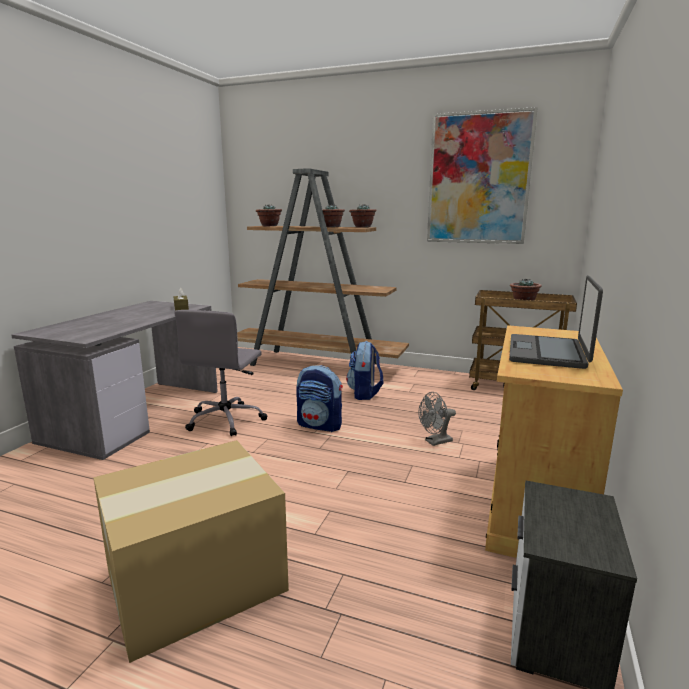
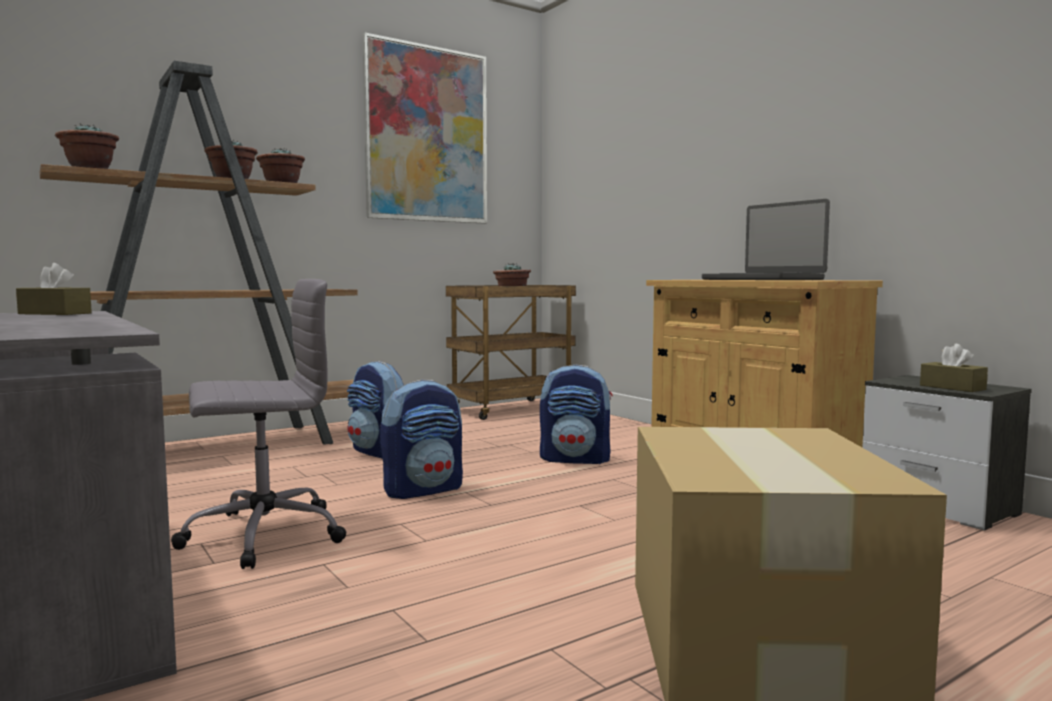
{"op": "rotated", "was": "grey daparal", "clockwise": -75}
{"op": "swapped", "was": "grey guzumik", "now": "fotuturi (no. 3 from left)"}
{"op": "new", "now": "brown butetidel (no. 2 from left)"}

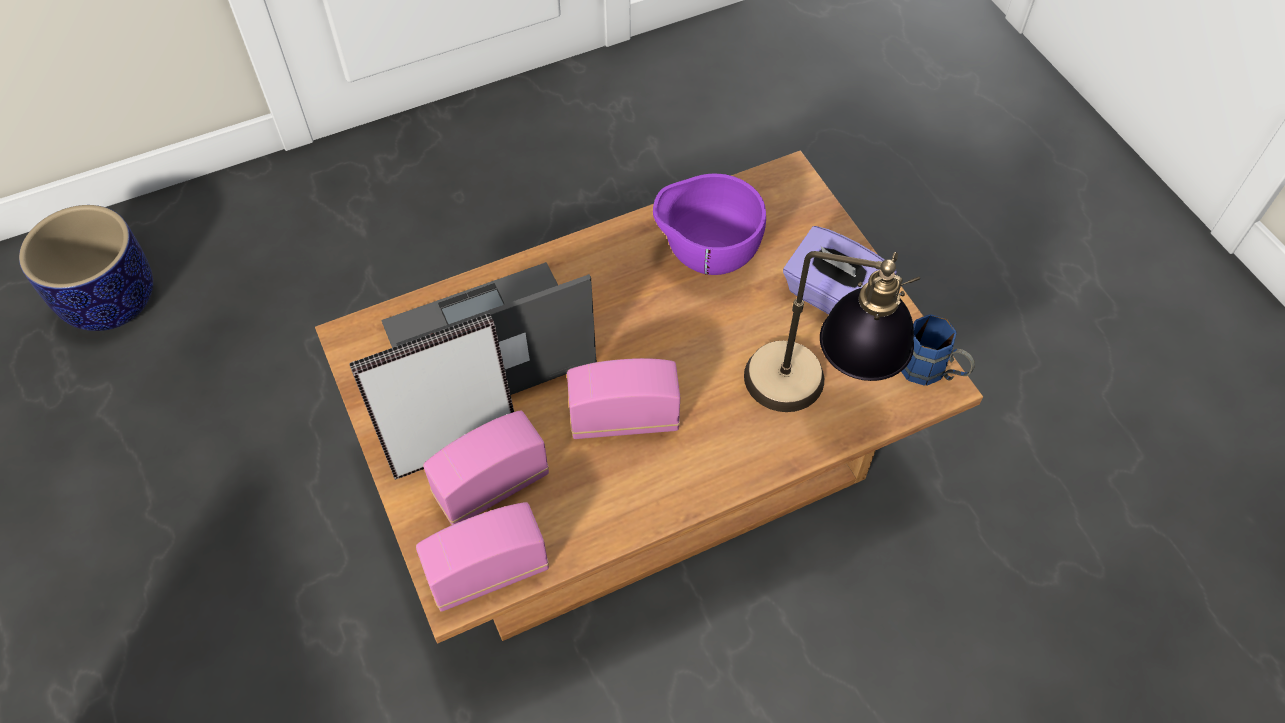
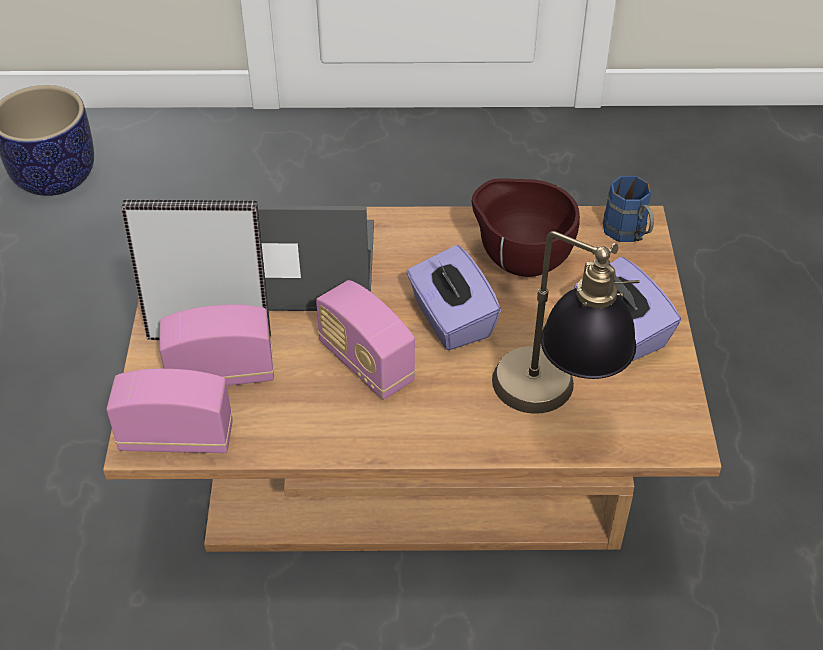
{"op": "repainted", "was": "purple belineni", "now": "brown belineni"}
{"op": "shifted", "was": "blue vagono"}
{"op": "rotated", "was": "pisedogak (no. 3 from left)", "clockwise": -150}
{"op": "new", "now": "purple butetidel (no. 1 from left)"}

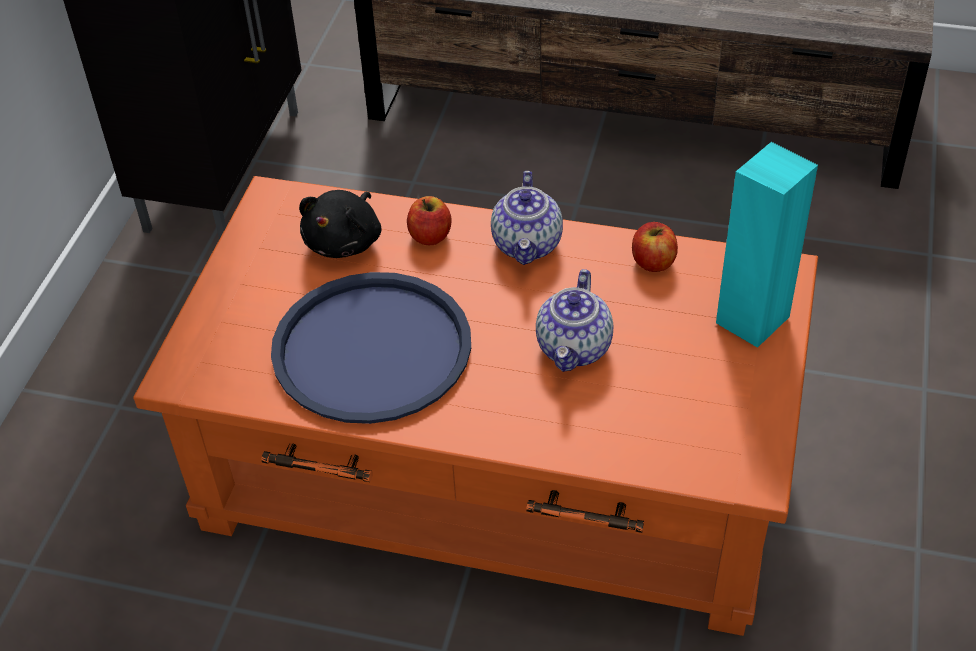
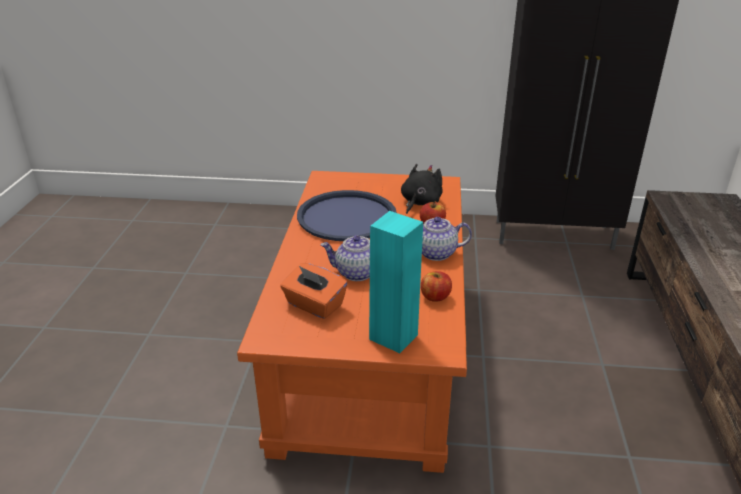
{"op": "rotated", "was": "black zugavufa", "clockwise": 105}
{"op": "new", "now": "orange butetidel"}

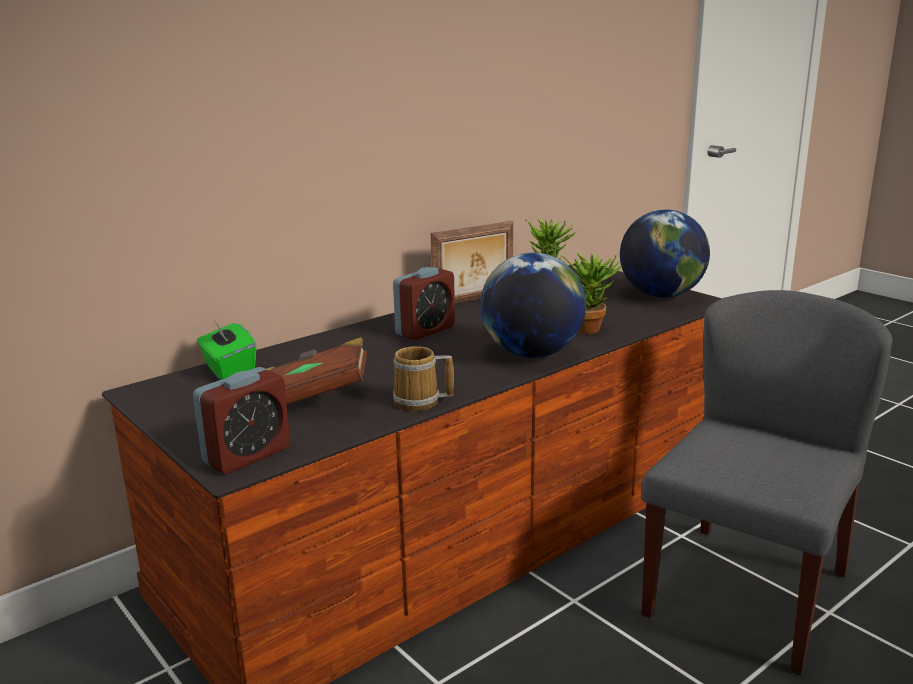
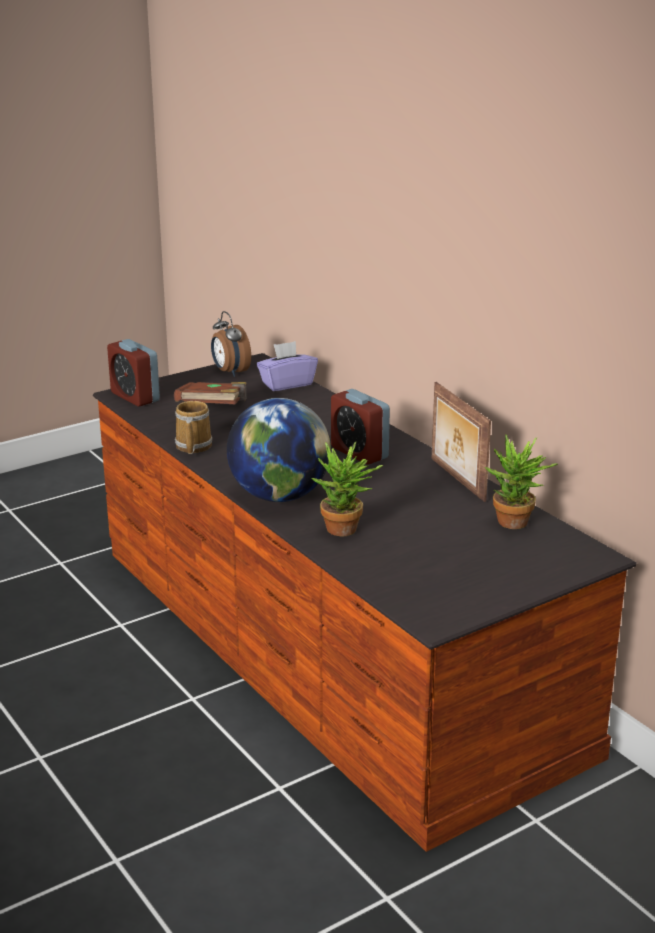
{"op": "gone", "was": "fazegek (no. 2 from left)"}
{"op": "gone", "was": "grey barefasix"}
{"op": "repainted", "was": "green butetidel", "now": "purple butetidel"}
{"op": "new", "now": "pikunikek (no. 2 from left)"}

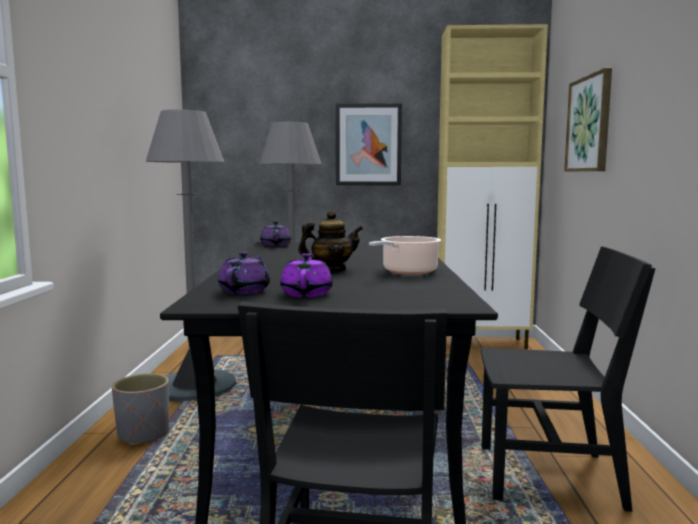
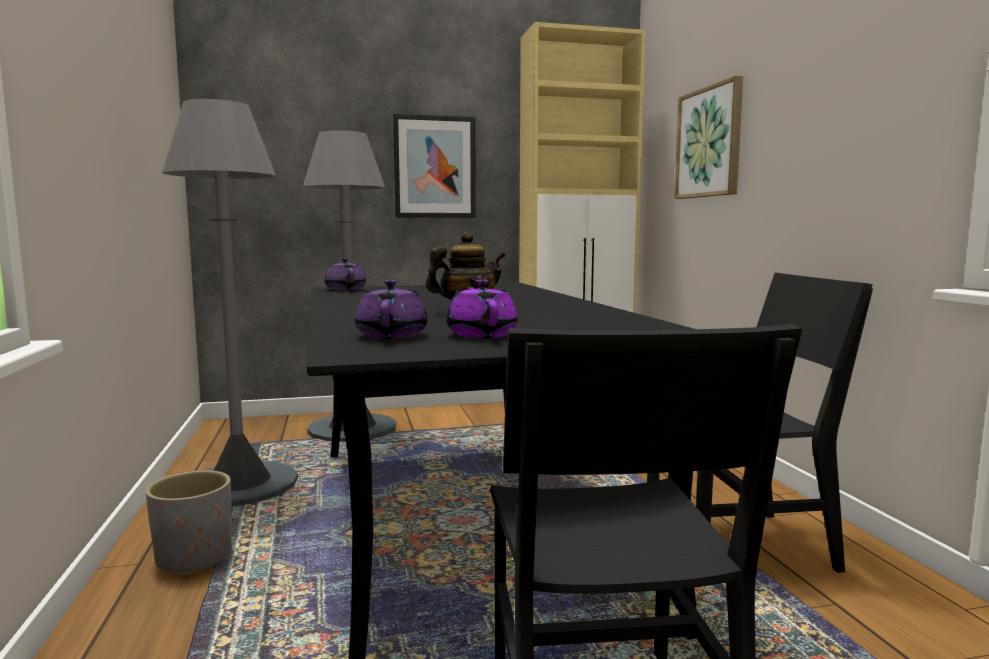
{"op": "gone", "was": "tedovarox"}

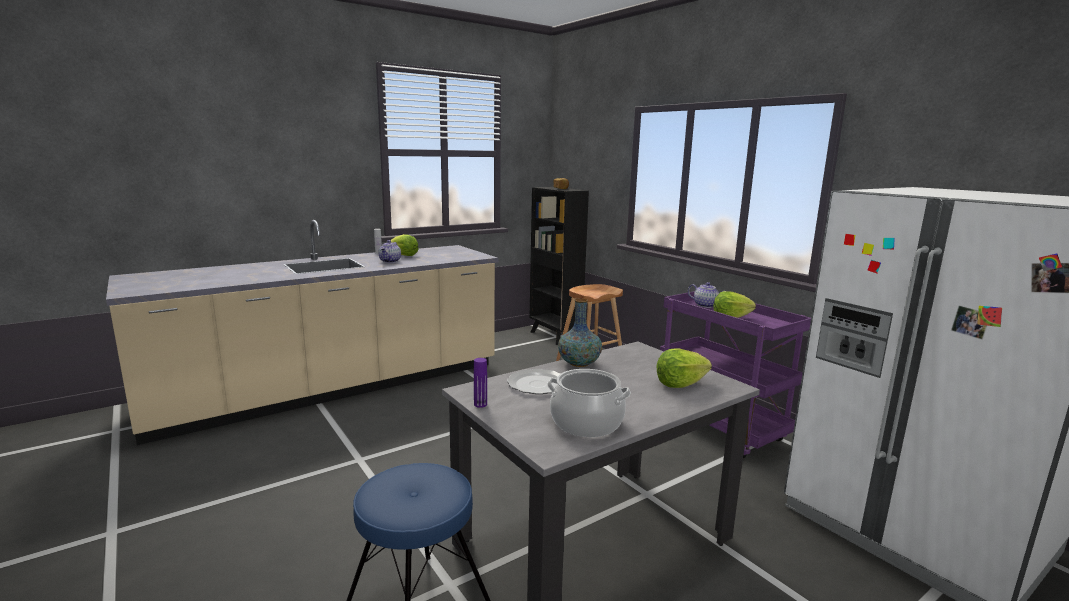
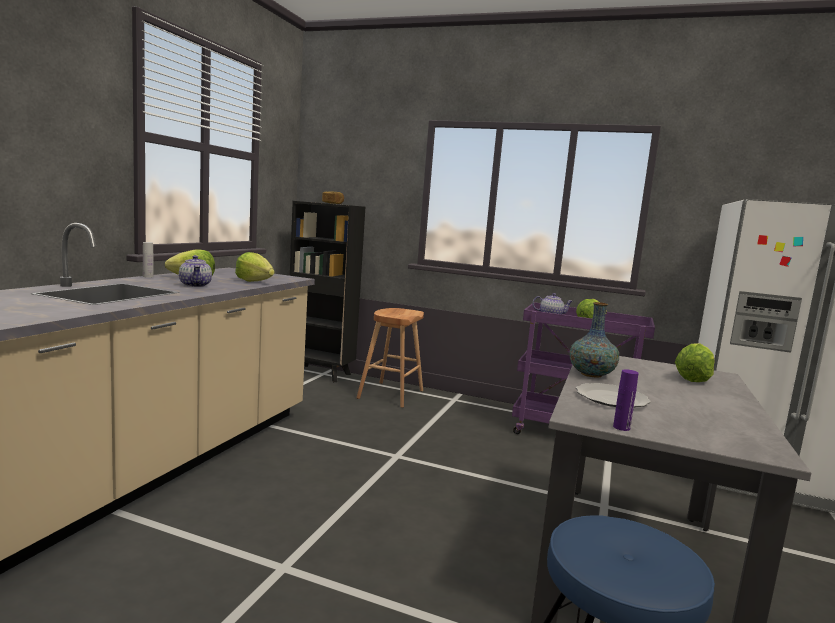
{"op": "gone", "was": "tedovarox"}
{"op": "new", "now": "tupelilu (no. 2 from left)"}

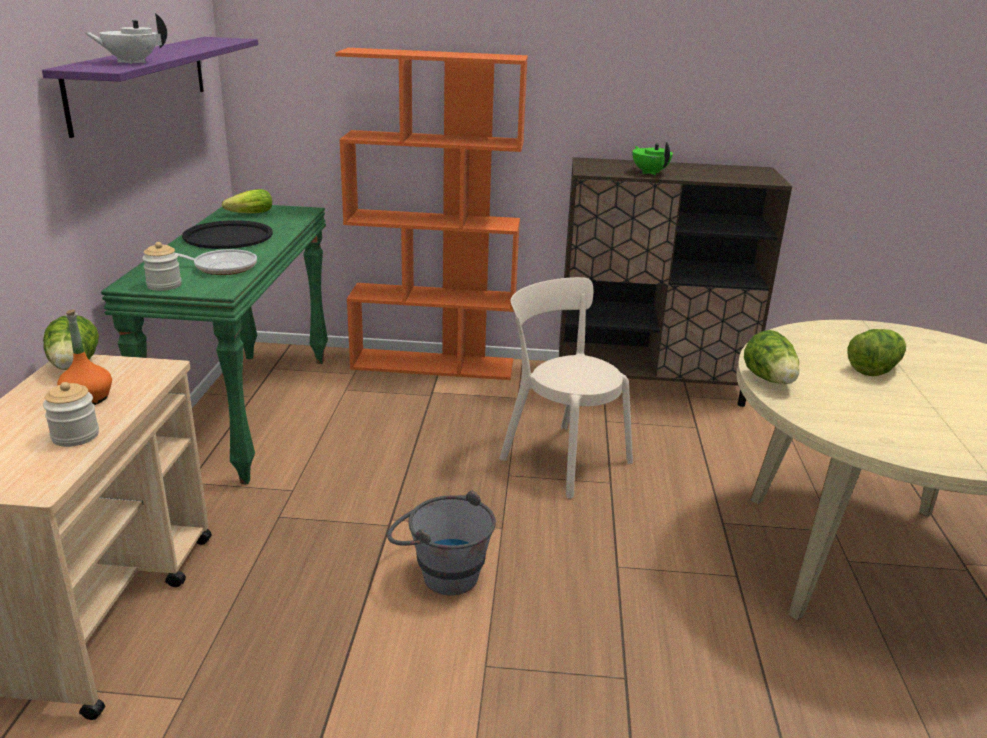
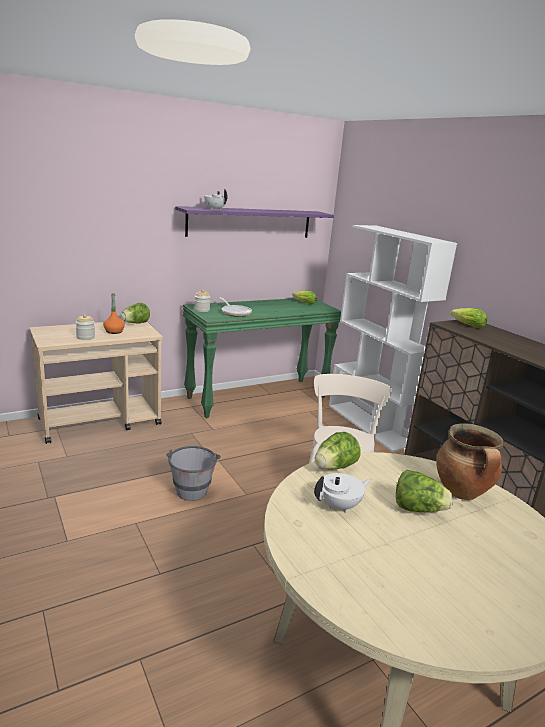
{"op": "repainted", "was": "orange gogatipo", "now": "white gogatipo"}
{"op": "gone", "was": "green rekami"}
{"op": "gone", "was": "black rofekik"}
{"op": "new", "now": "tupelilu (no. 5 from left)"}
{"op": "new", "now": "tedovarox"}
{"op": "new", "now": "white rekami (no. 2 from left)"}

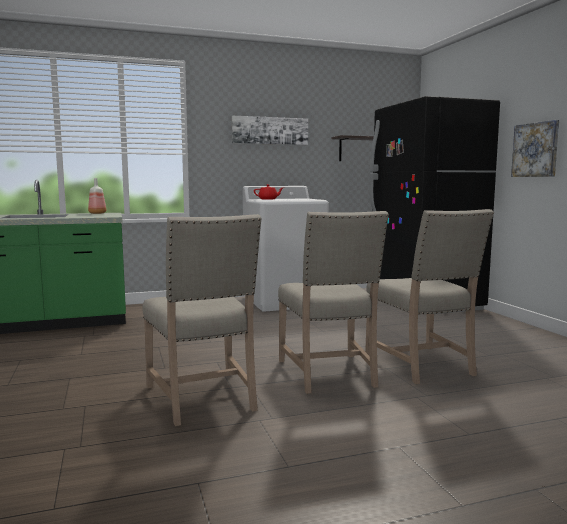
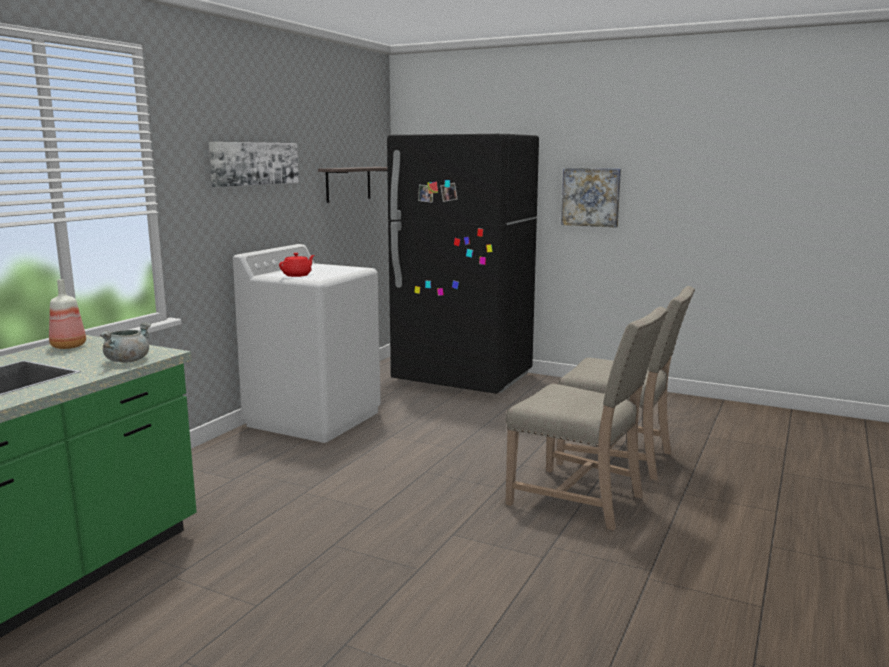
{"op": "gone", "was": "beige barefasix (no. 1 from left)"}
{"op": "new", "now": "grey tedovarox"}

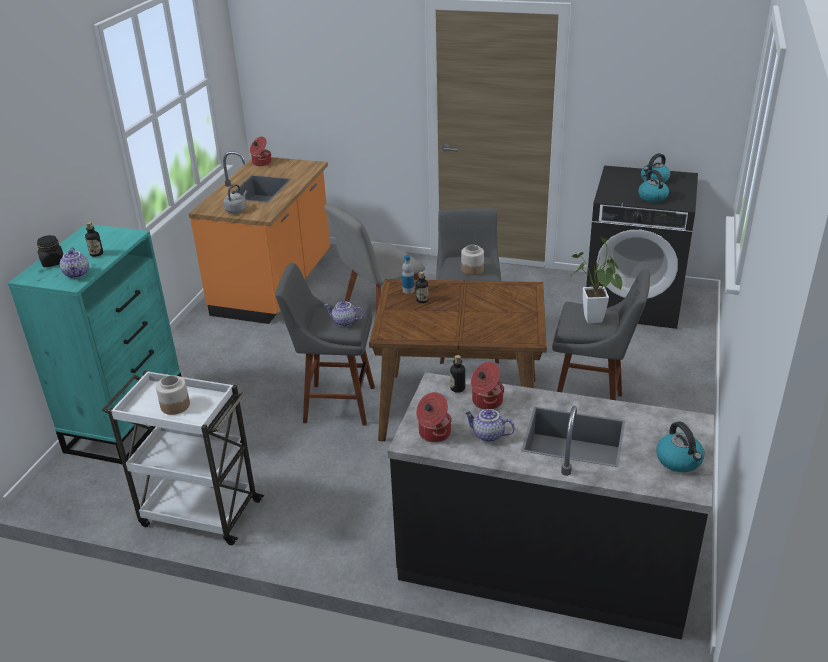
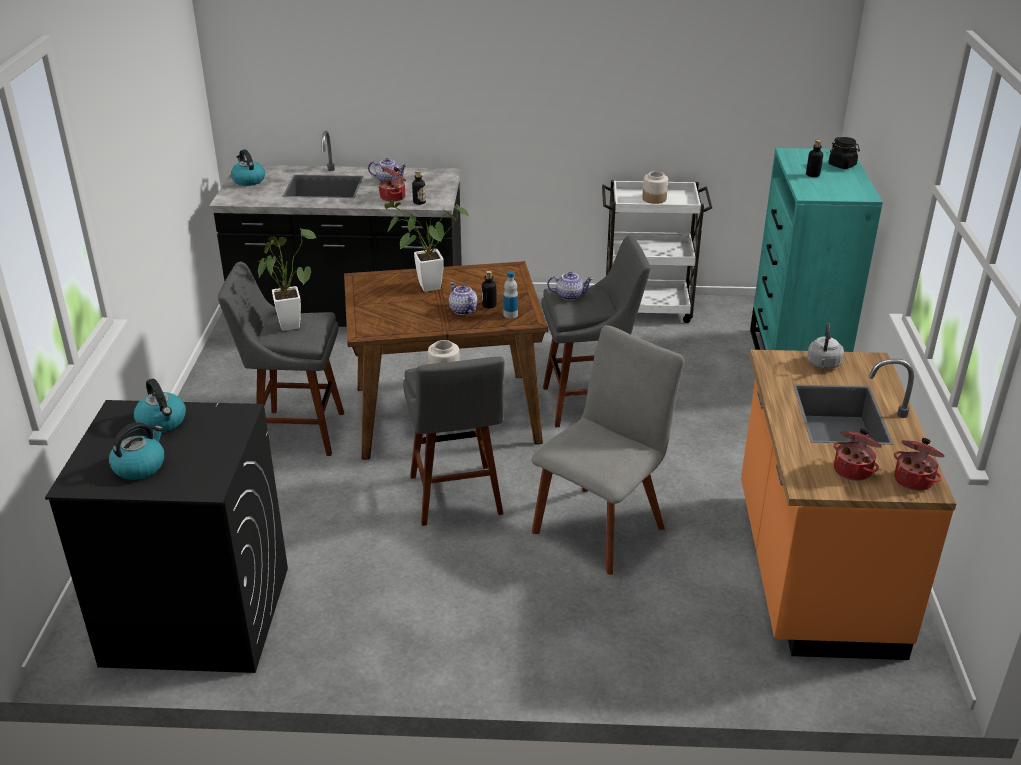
{"op": "shifted", "was": "rekami (no. 1 from left in the first image)", "now": "rekami (no. 2 from left)"}
{"op": "shifted", "was": "tedovarox (no. 2 from left)"}
{"op": "new", "now": "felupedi (no. 2 from left)"}

